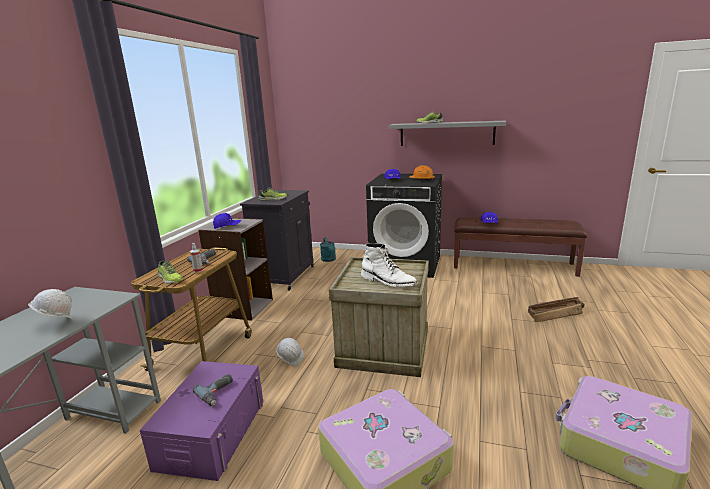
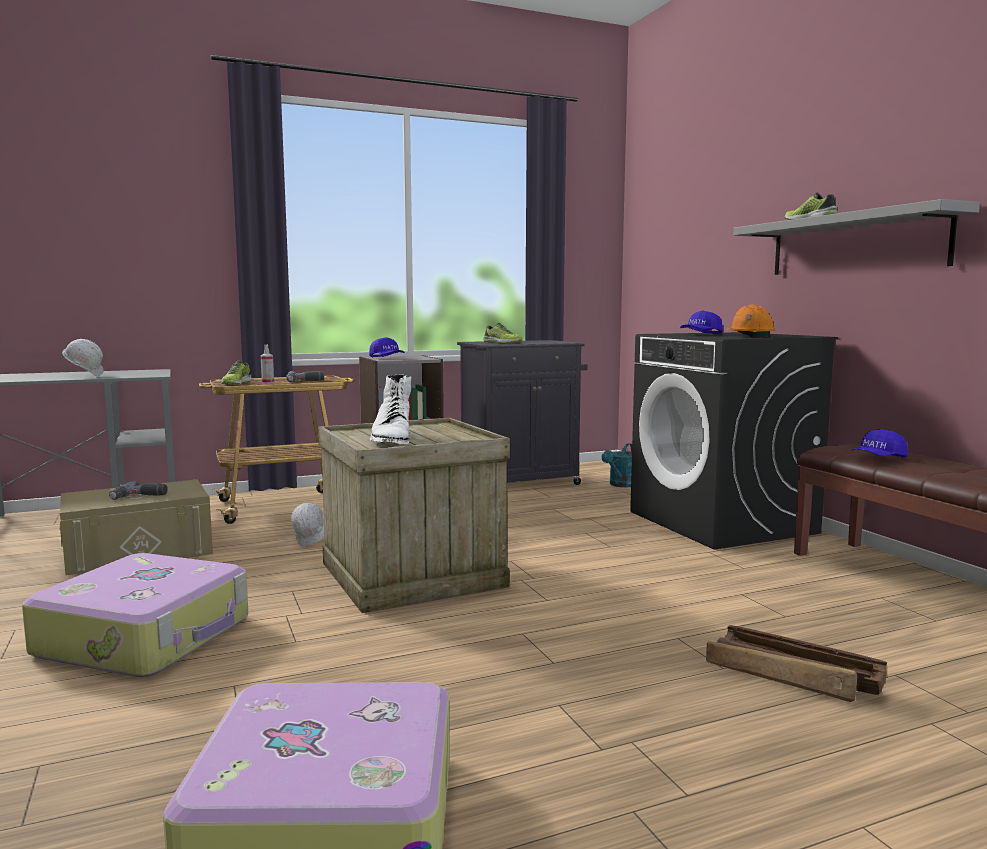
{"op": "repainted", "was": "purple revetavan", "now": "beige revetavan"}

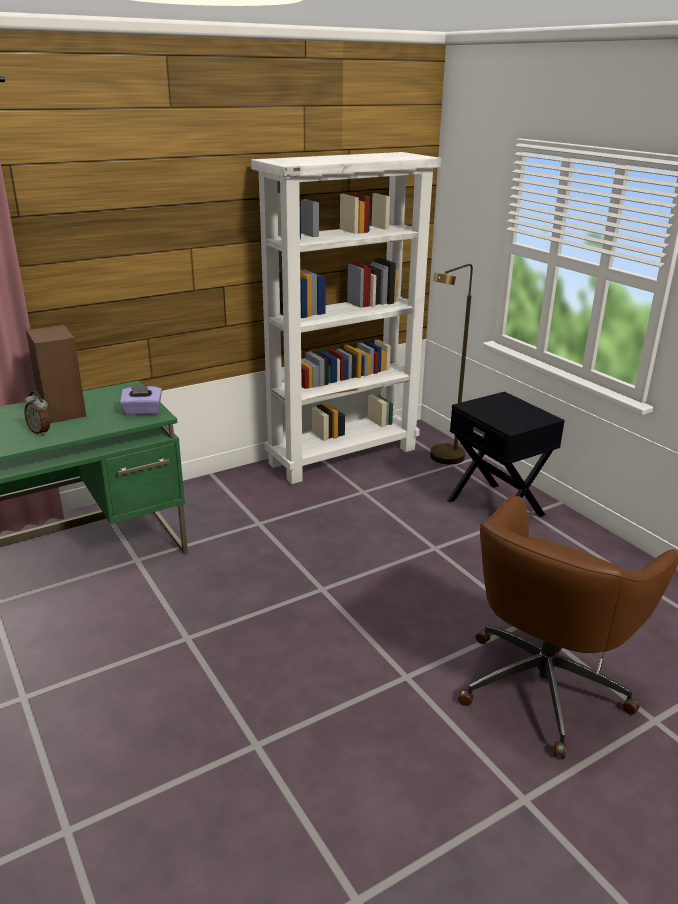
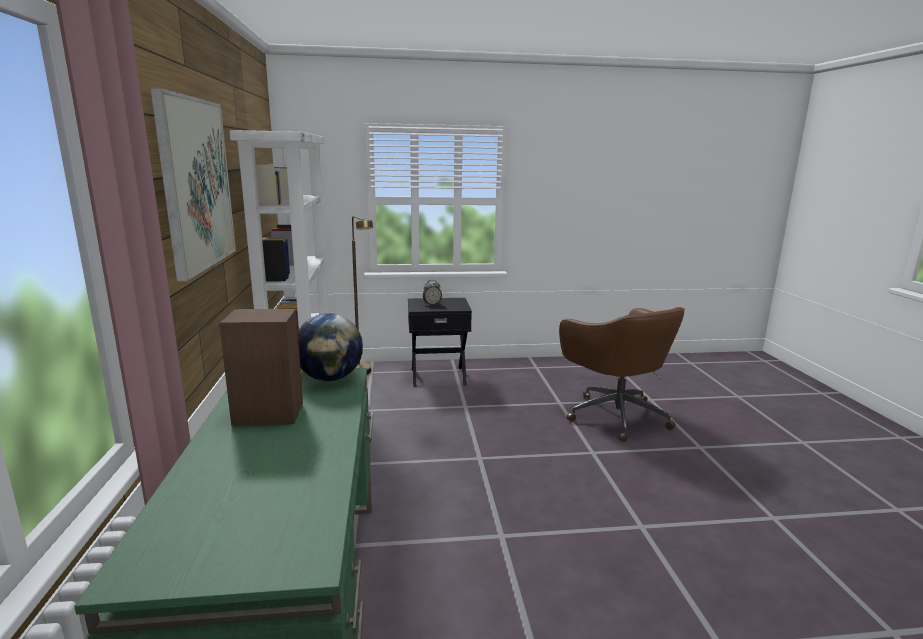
{"op": "swapped", "was": "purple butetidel", "now": "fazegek"}
{"op": "shifted", "was": "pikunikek"}
{"op": "new", "now": "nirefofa"}

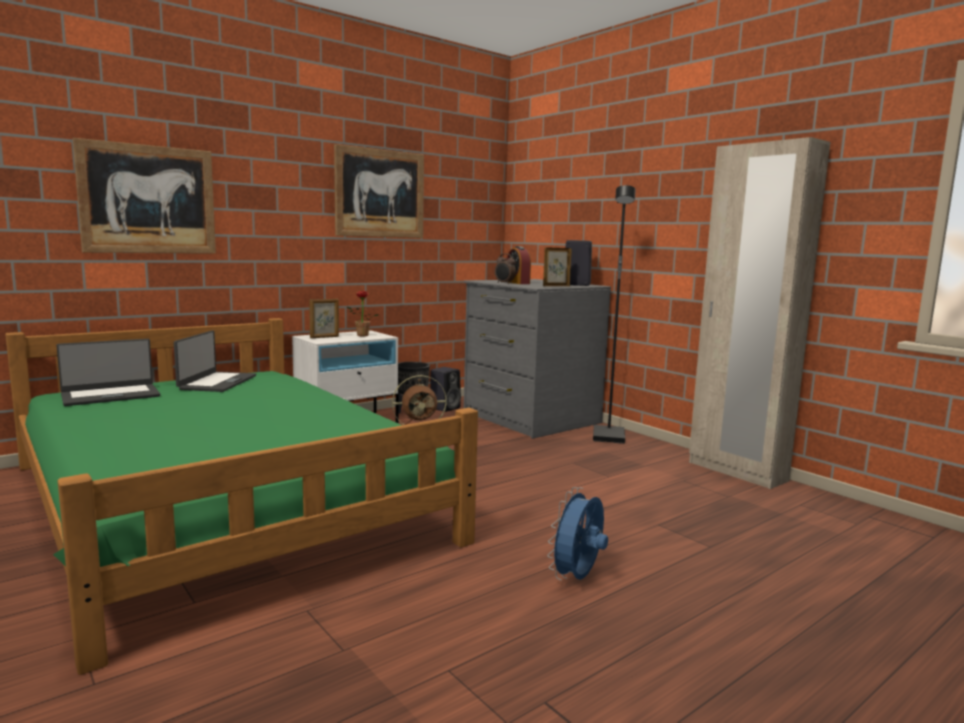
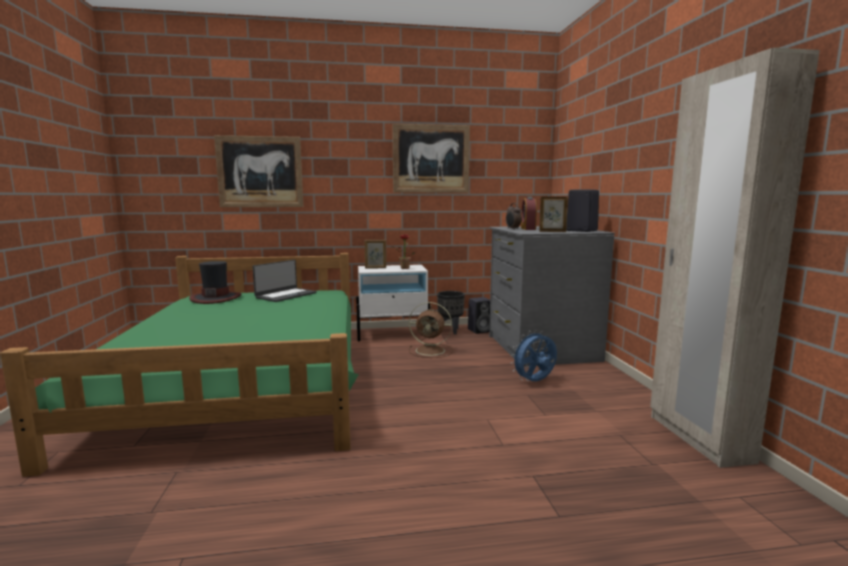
{"op": "gone", "was": "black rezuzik"}
{"op": "swapped", "was": "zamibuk (no. 1 from left)", "now": "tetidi"}
{"op": "shifted", "was": "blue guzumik"}

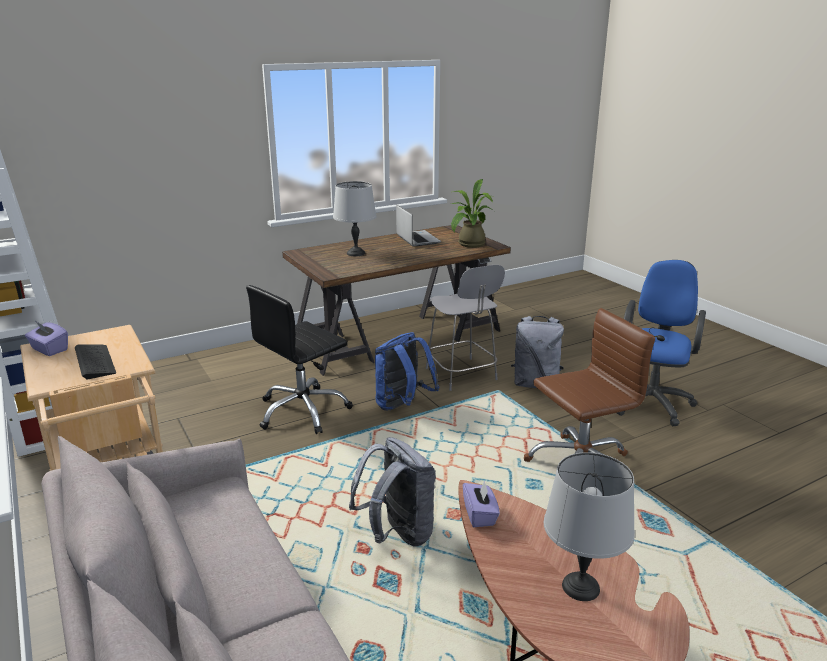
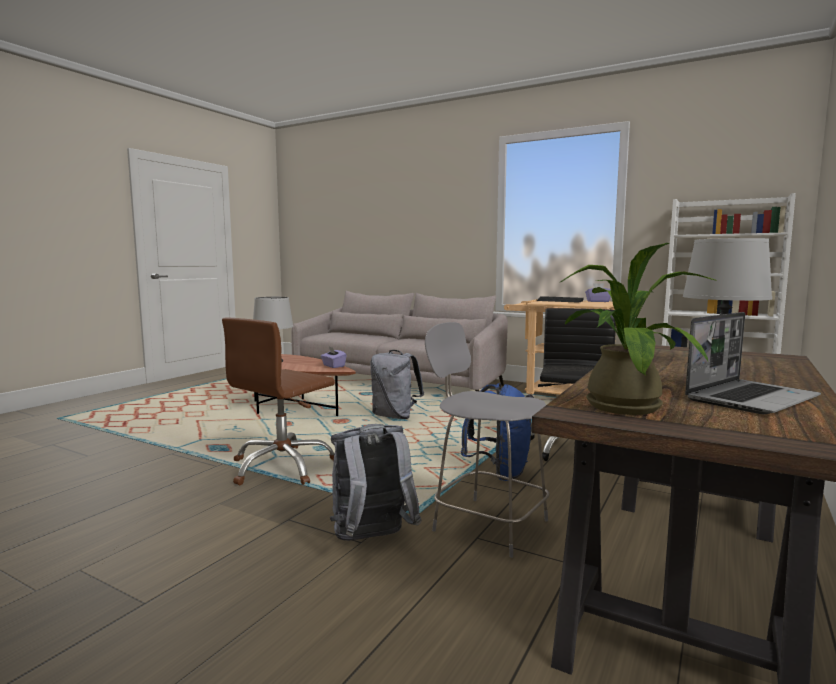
{"op": "rotated", "was": "zamibuk", "clockwise": -75}
{"op": "gone", "was": "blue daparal"}

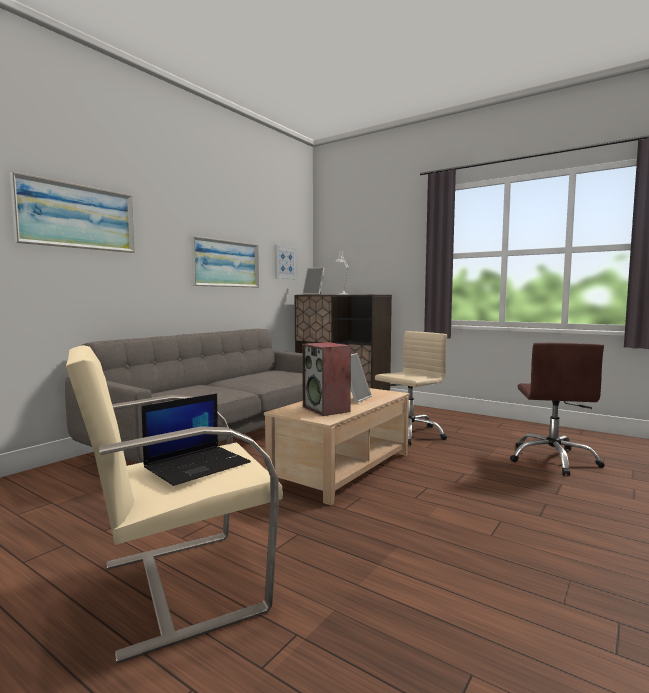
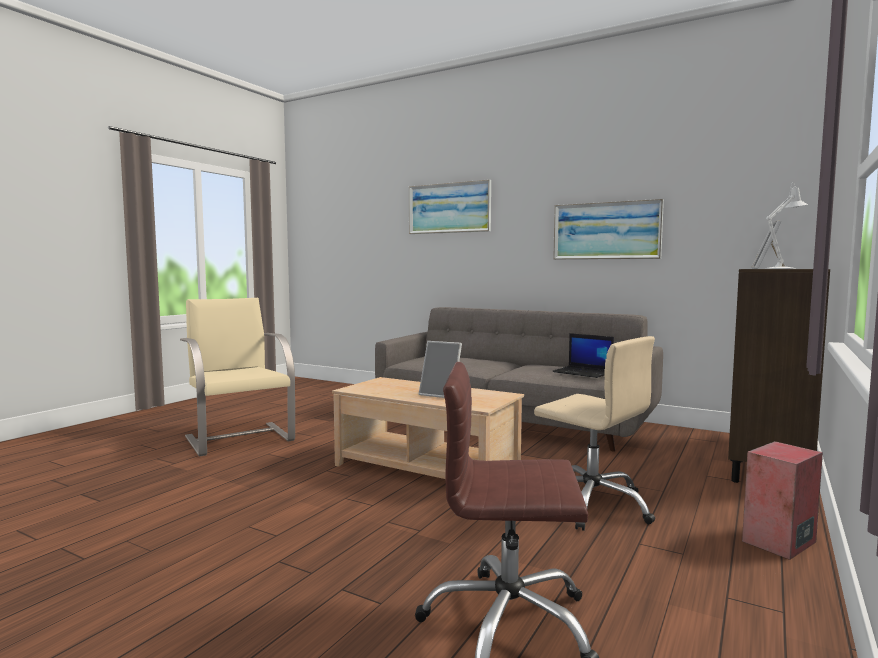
{"op": "gone", "was": "nirefofa (no. 3 from left)"}
{"op": "shifted", "was": "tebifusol"}
{"op": "shifted", "was": "zamibuk"}

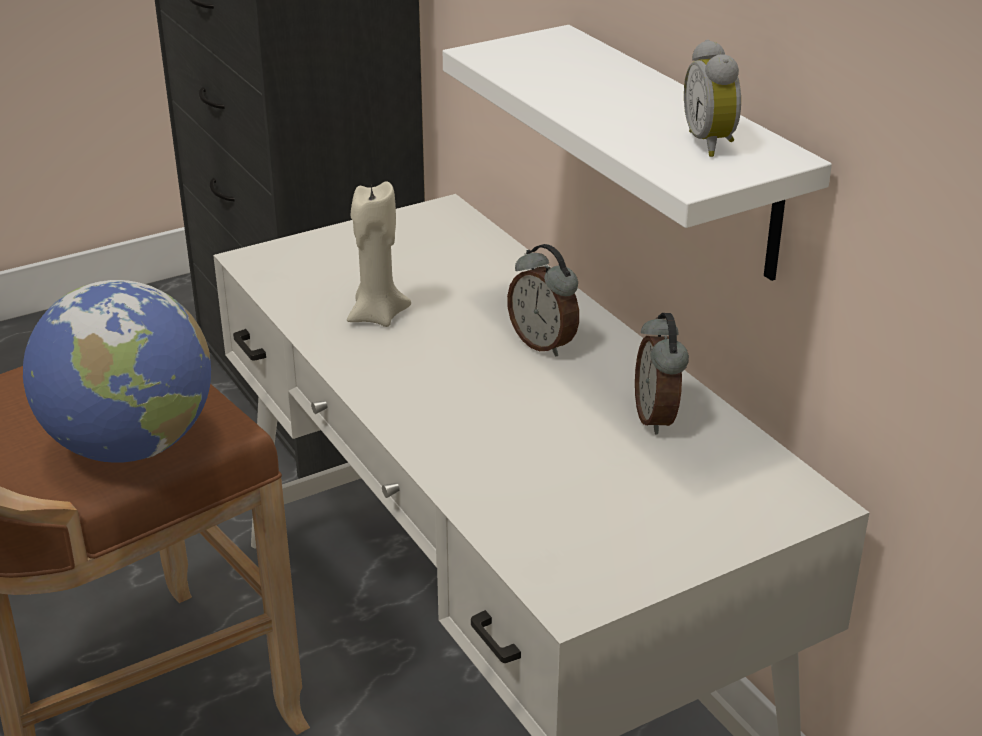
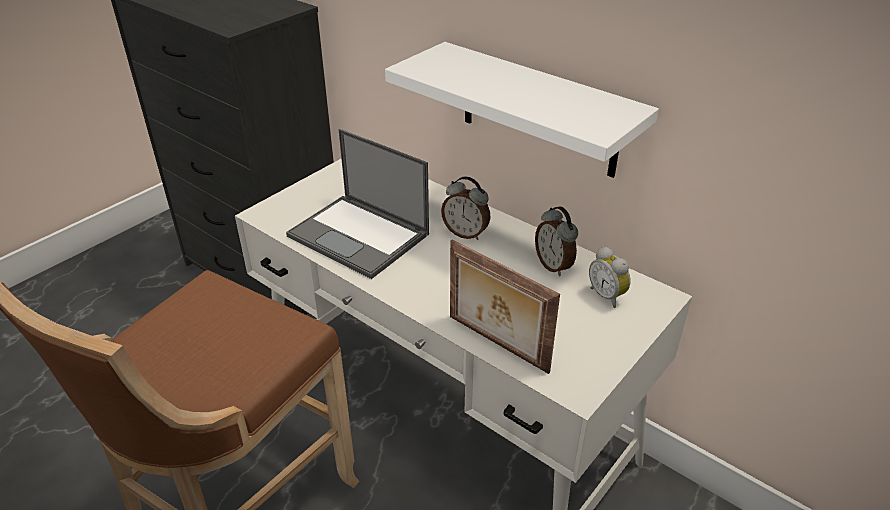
{"op": "shifted", "was": "pikunikek (no. 3 from left)"}
{"op": "swapped", "was": "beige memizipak", "now": "zamibuk"}
{"op": "gone", "was": "fazegek"}
{"op": "new", "now": "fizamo"}

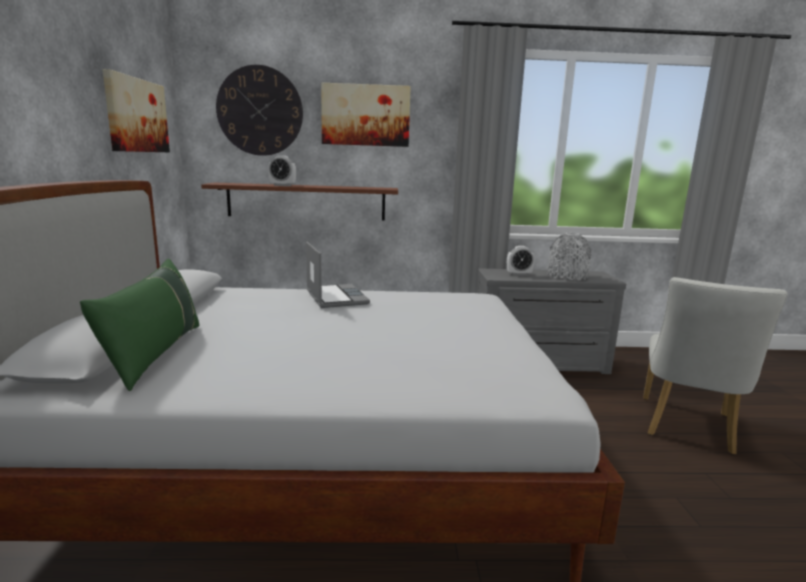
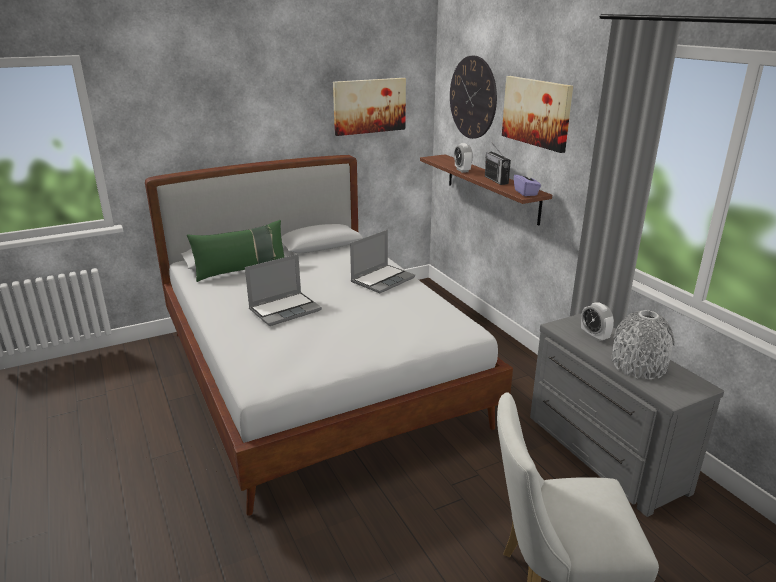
{"op": "new", "now": "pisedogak"}
{"op": "new", "now": "purple butetidel"}
{"op": "new", "now": "zamibuk (no. 1 from left)"}

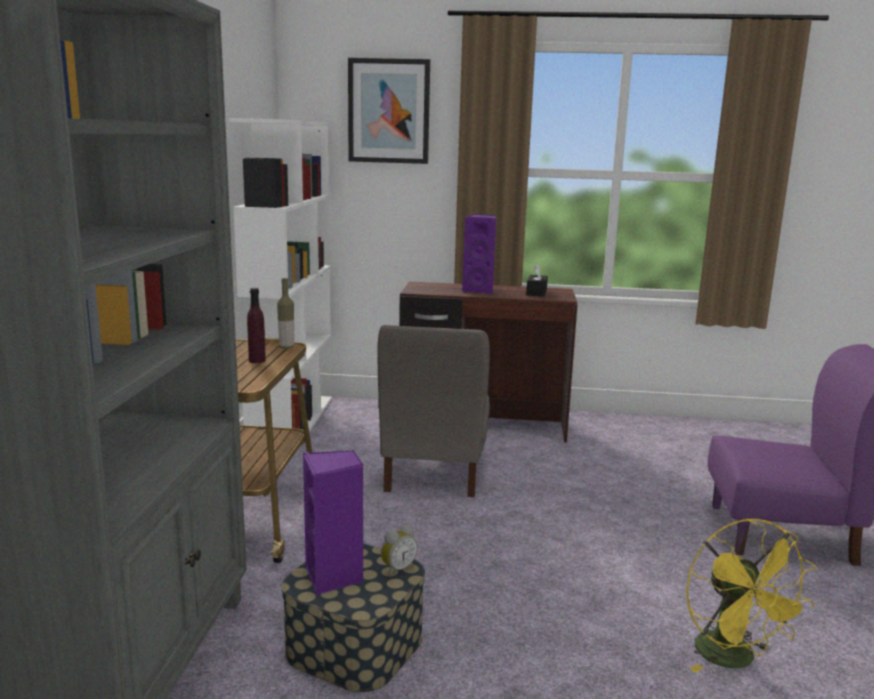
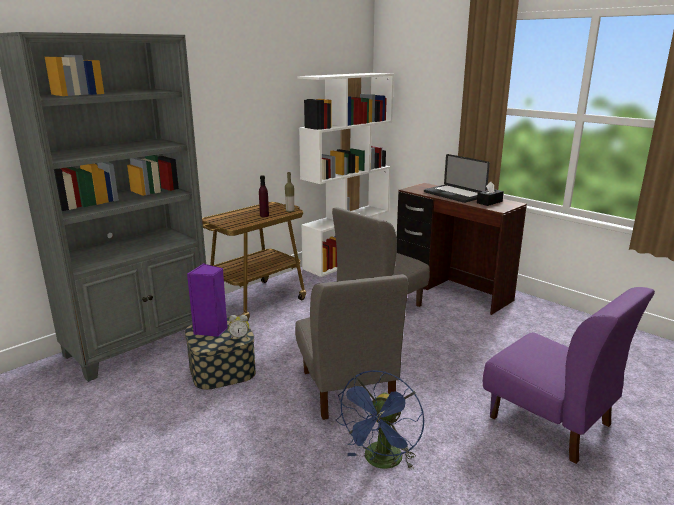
{"op": "gone", "was": "nirefofa"}
{"op": "swapped", "was": "purple tebifusol (no. 2 from left)", "now": "zamibuk"}
{"op": "repainted", "was": "yellow guzumik", "now": "blue guzumik"}
{"op": "new", "now": "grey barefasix (no. 1 from left)"}

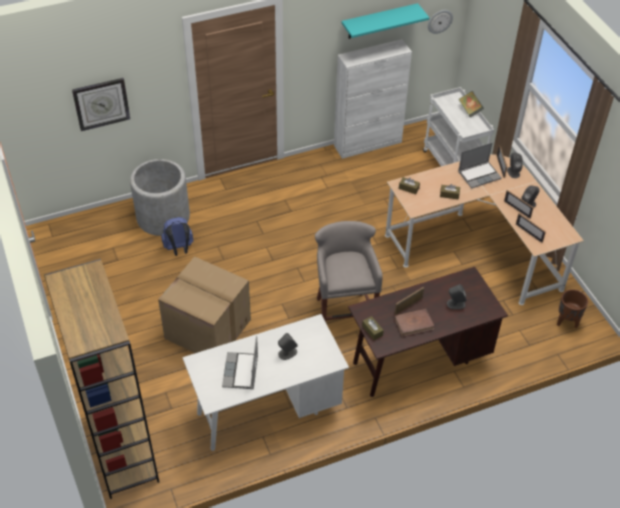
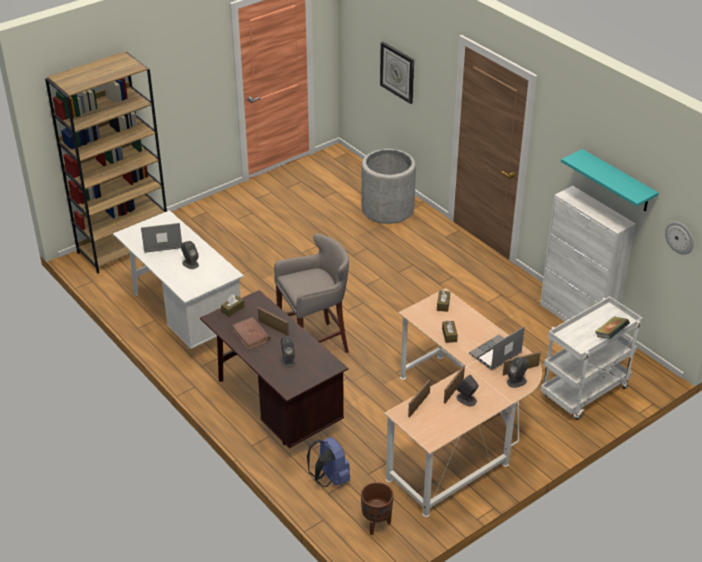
{"op": "rotated", "was": "zamibuk (no. 2 from left)", "clockwise": 90}
{"op": "shifted", "was": "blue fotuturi"}
{"op": "gone", "was": "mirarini"}

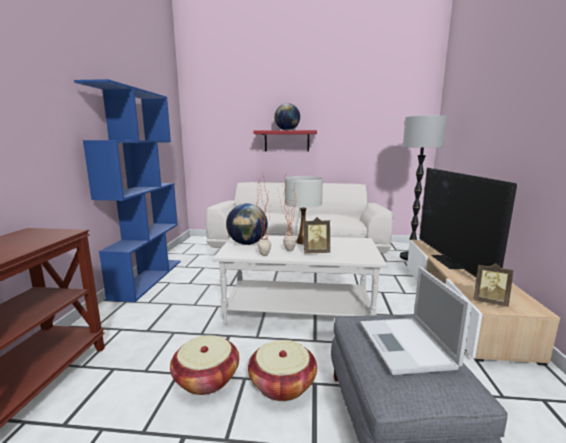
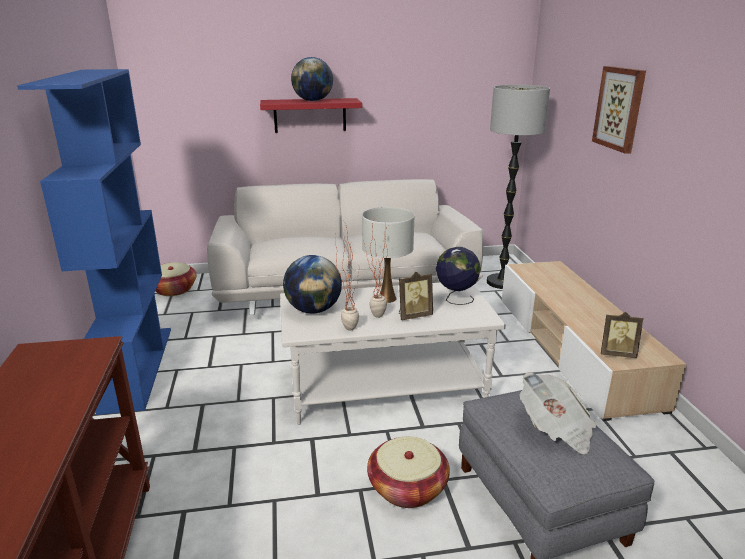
{"op": "gone", "was": "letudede"}
{"op": "swapped", "was": "zamibuk", "now": "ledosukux"}
{"op": "shifted", "was": "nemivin (no. 1 from left)"}
{"op": "new", "now": "nirefofa"}
{"op": "new", "now": "fazegek (no. 3 from left)"}

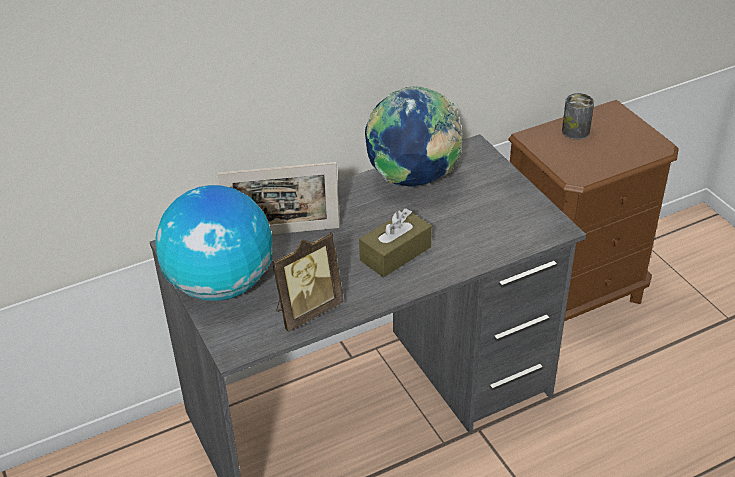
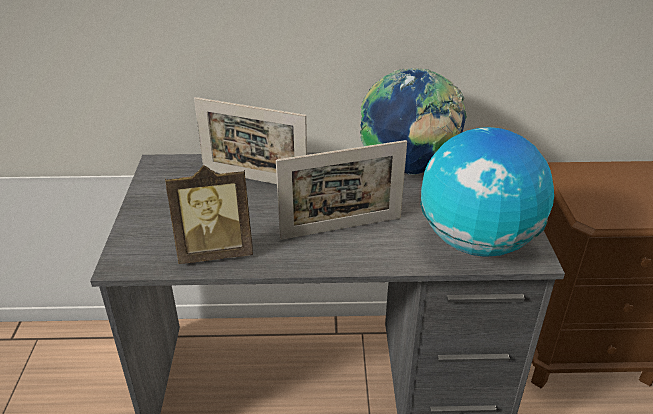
{"op": "gone", "was": "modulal"}
{"op": "shifted", "was": "fazegek (no. 1 from left in the first image)", "now": "fazegek (no. 2 from left)"}
{"op": "swapped", "was": "brown butetidel", "now": "fizamo (no. 3 from left)"}

